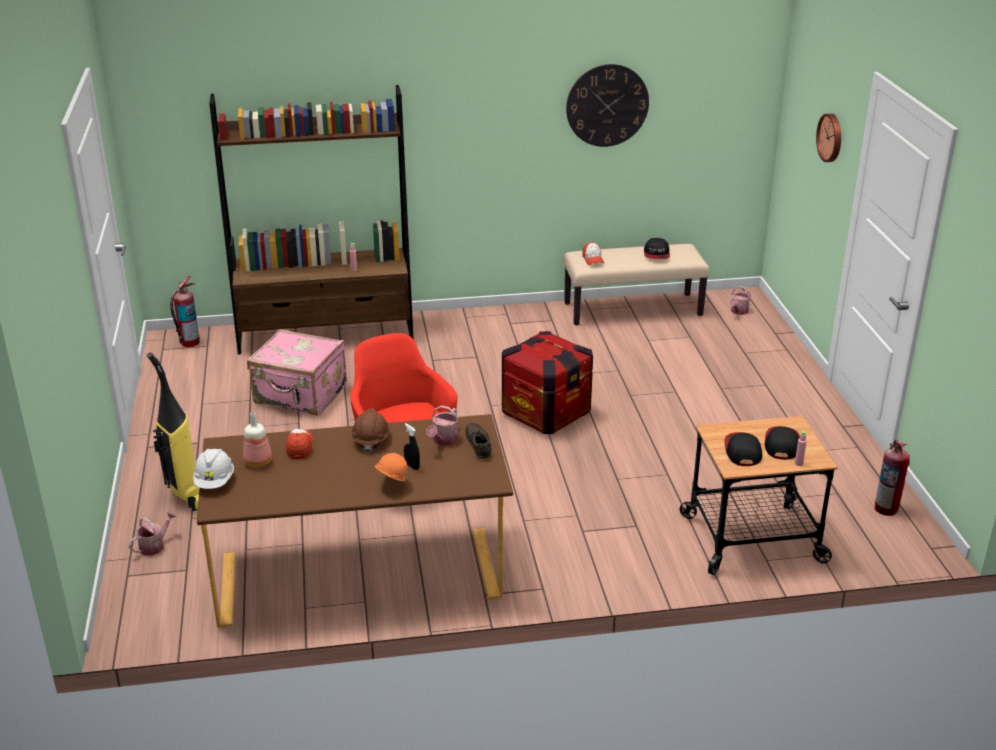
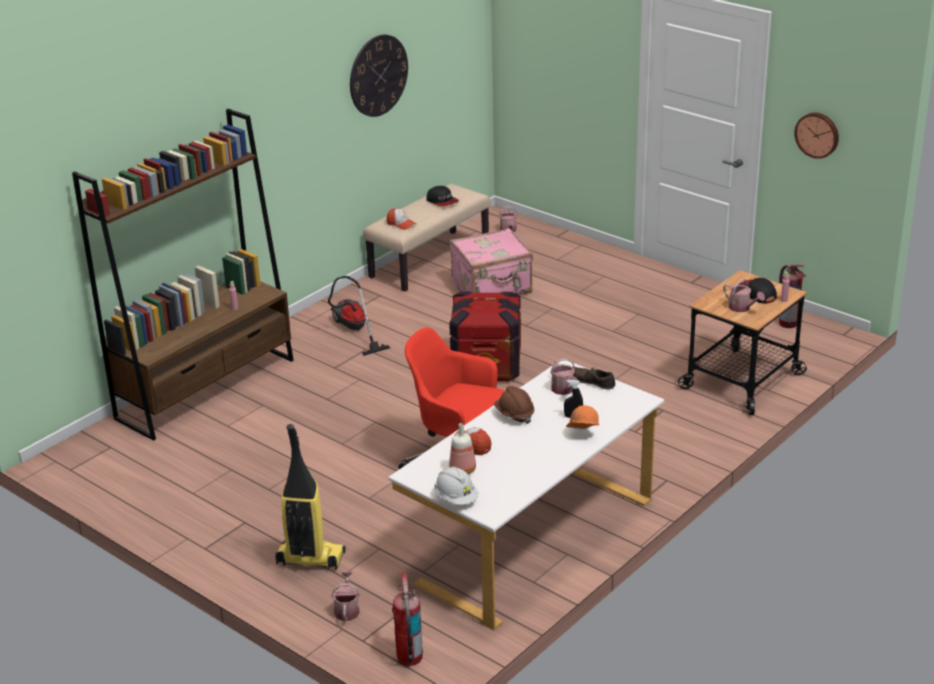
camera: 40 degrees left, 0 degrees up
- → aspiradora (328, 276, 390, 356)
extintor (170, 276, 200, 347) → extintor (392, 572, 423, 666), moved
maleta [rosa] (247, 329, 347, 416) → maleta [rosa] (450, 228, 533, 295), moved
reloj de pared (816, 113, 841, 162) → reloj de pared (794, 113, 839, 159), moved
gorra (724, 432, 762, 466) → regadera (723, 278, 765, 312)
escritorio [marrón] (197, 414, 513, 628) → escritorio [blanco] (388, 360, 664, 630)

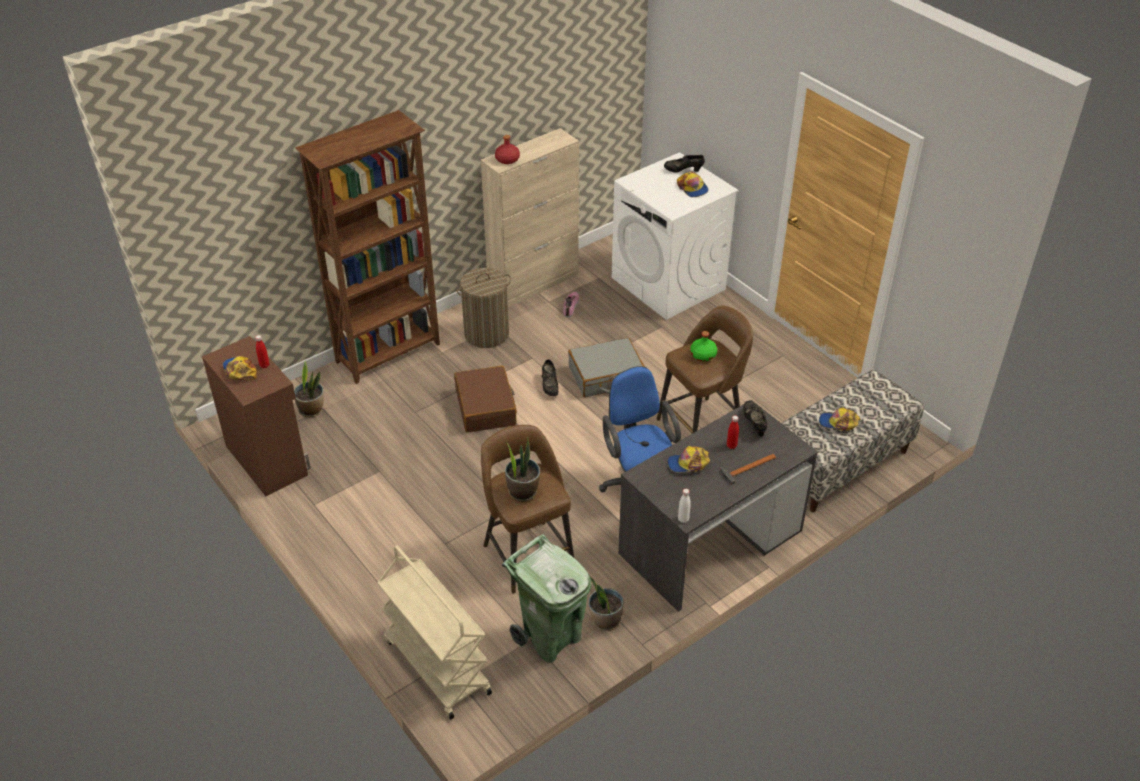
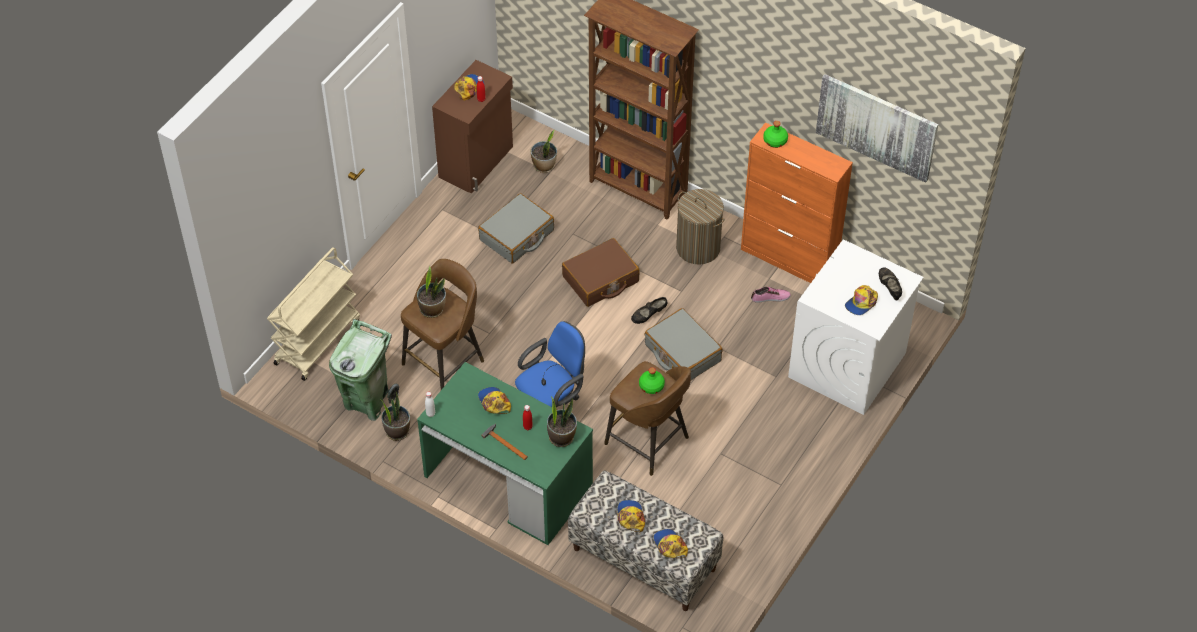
camera: 70 degrees right, 10 degrees up
- → maleta [gris] (478, 193, 554, 263)
- → gorra (653, 529, 688, 558)
- → cuadro (816, 74, 938, 183)
zapato [negro] (743, 401, 767, 437) → planta en maceta (547, 397, 577, 447)
armario [beis] (481, 128, 579, 308) → armario [naranja] (741, 122, 853, 283)
botella [rojo] (495, 135, 520, 164) → botella [verde] (763, 121, 788, 148)
escritorio [gris] (618, 400, 818, 612) → escritorio [verde] (417, 362, 593, 545)

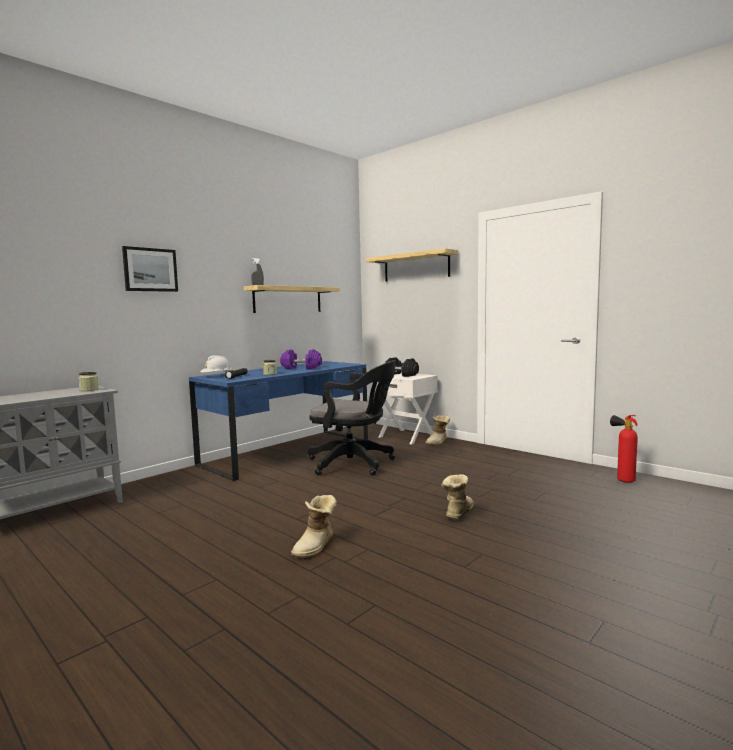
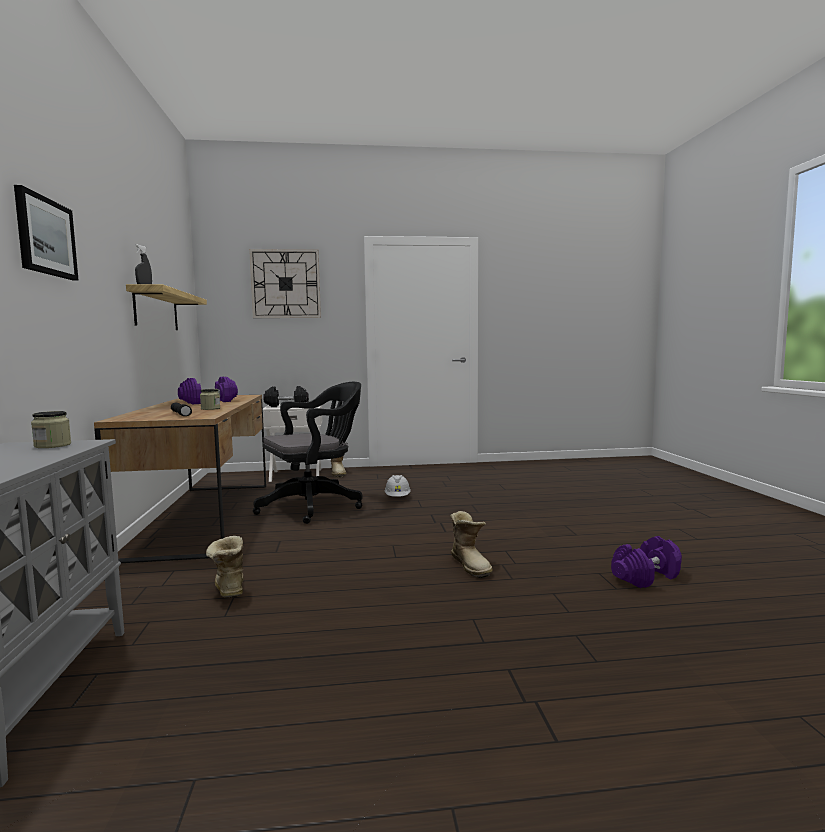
camera: 50 degrees left, 0 degrees up
extintor (610, 415, 638, 483) → -
- → mancuerna [morado] (611, 536, 682, 588)
casco [blanco] (200, 355, 232, 373) → casco [blanco] (384, 475, 411, 497), moved
bota (441, 474, 474, 519) → bota (206, 536, 244, 598), moved
estante (366, 248, 458, 282) → reloj de pared (249, 249, 321, 318)
escritorio [azul] (189, 361, 368, 481) → escritorio [marrón] (94, 395, 267, 563)

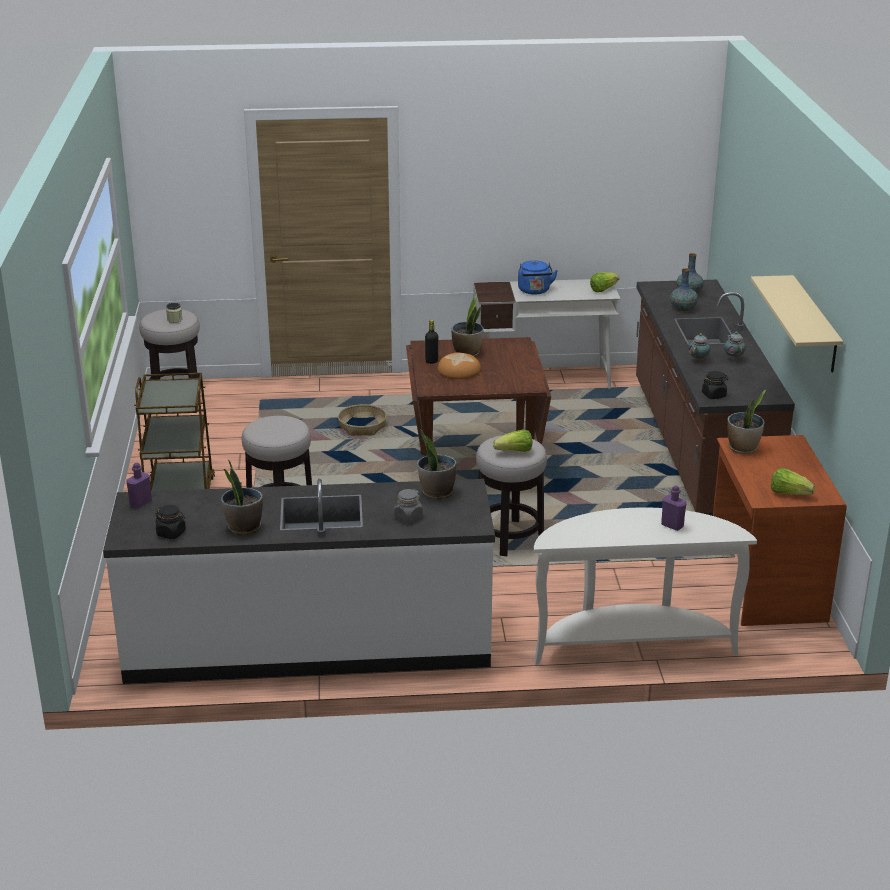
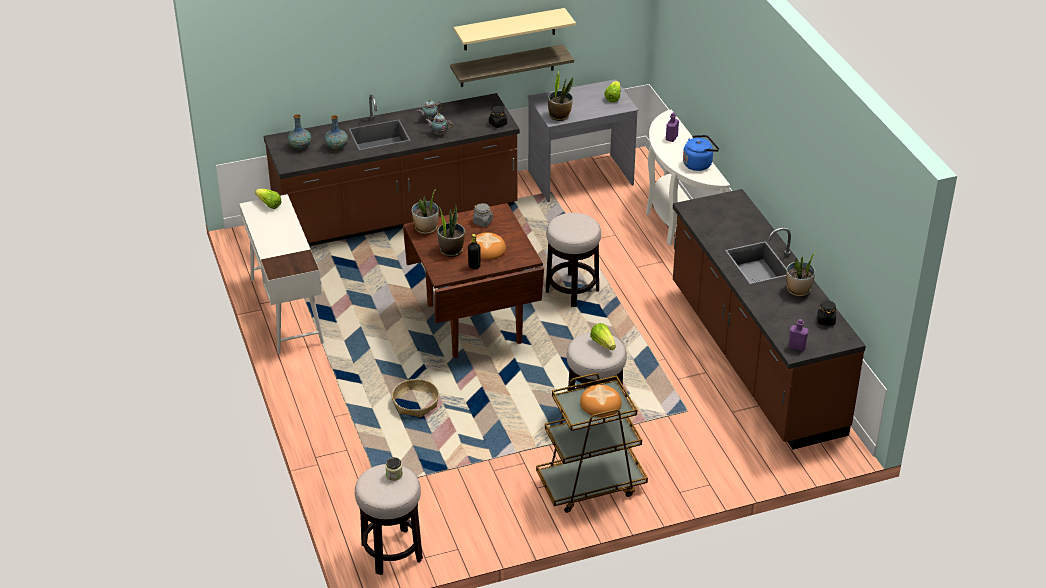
camera: 105 degrees left, 10 degrees up
- → estante (450, 44, 574, 87)
- → pan (580, 385, 622, 417)
tarro [gris] (394, 489, 423, 523) → tarro [gris] (473, 203, 493, 227), moved
planta en maceta (417, 429, 456, 500) → planta en maceta (411, 189, 439, 234), moved
lechuga (493, 430, 532, 452) → lechuga (590, 323, 616, 350), moved
hervidor [azul] (518, 260, 558, 295) → hervidor [azul] (683, 135, 719, 171), moved
mueble bajo de cocina [blanco] (103, 479, 495, 684) → mueble bajo de cocina [marrón] (673, 189, 866, 450)
escritorio [marrón] (713, 435, 847, 626) → escritorio [gris] (527, 79, 639, 202)

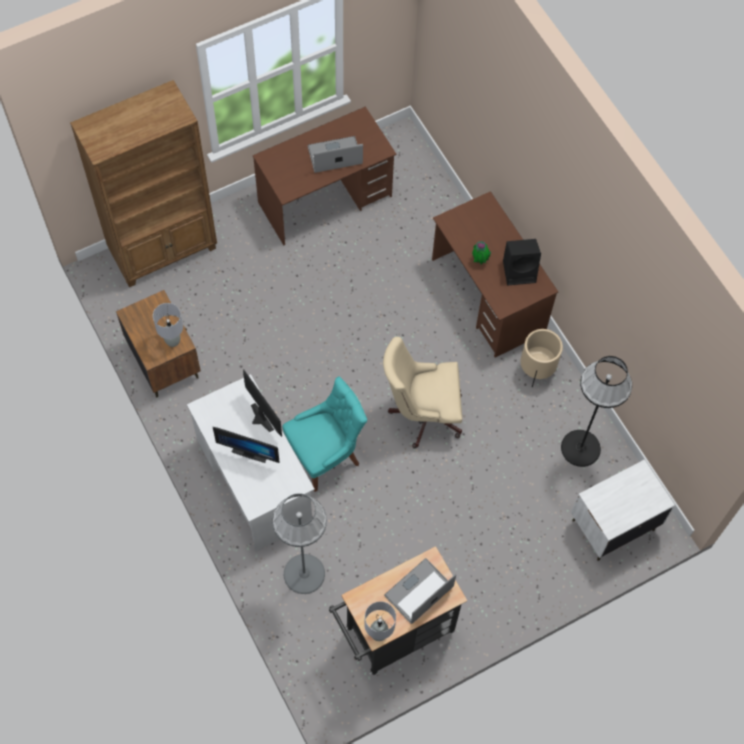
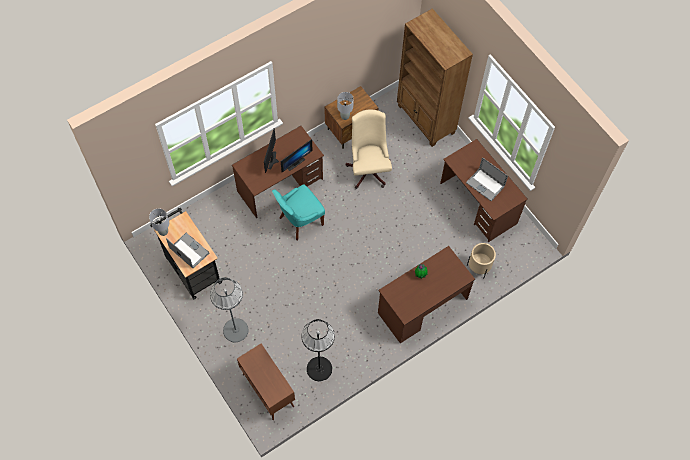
camera: 85 degrees right, 0 degrees up
altavoz [negro] (503, 239, 541, 285) → -
lámpara de pie [gris] (272, 493, 327, 594) → lámpara de pie [gris] (210, 277, 249, 342), moved
silla de oficina [beis] (383, 337, 462, 448) → silla de oficina [beis] (346, 109, 392, 189), moved
maceta [beis] (520, 329, 563, 387) → maceta [beis] (467, 243, 496, 279), moved
mesita de noche [blanco] (571, 459, 675, 561) → armario [marrón] (237, 344, 295, 420)
escritorio [blanco] (187, 374, 315, 551) → escritorio [marrón] (232, 126, 324, 218)
silla [turquesa] (282, 377, 367, 492) → silla [turquesa] (272, 184, 325, 240), 90 degrees clockwise
portátil (308, 136, 363, 173) → portátil (466, 157, 508, 201), 150 degrees clockwise

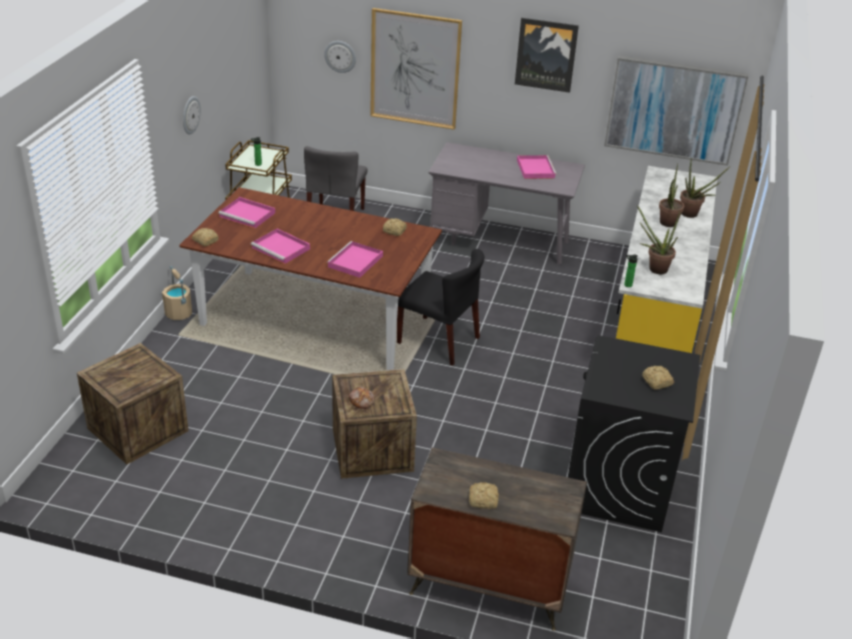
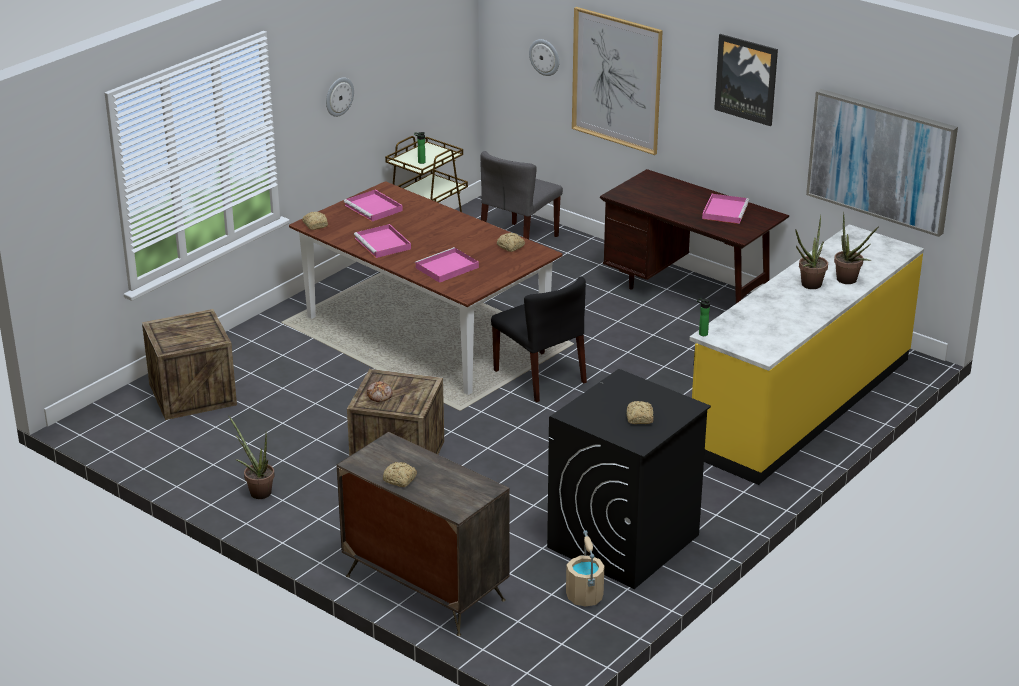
camera: 25 degrees right, 5 degrees down
cubo [beis] (162, 266, 192, 320) → cubo [beis] (566, 530, 604, 607), moved
planta en maceta (637, 205, 680, 274) → planta en maceta (228, 415, 275, 499), moved
escritorio [gris] (428, 142, 585, 265) → escritorio [marrón] (600, 169, 789, 303)

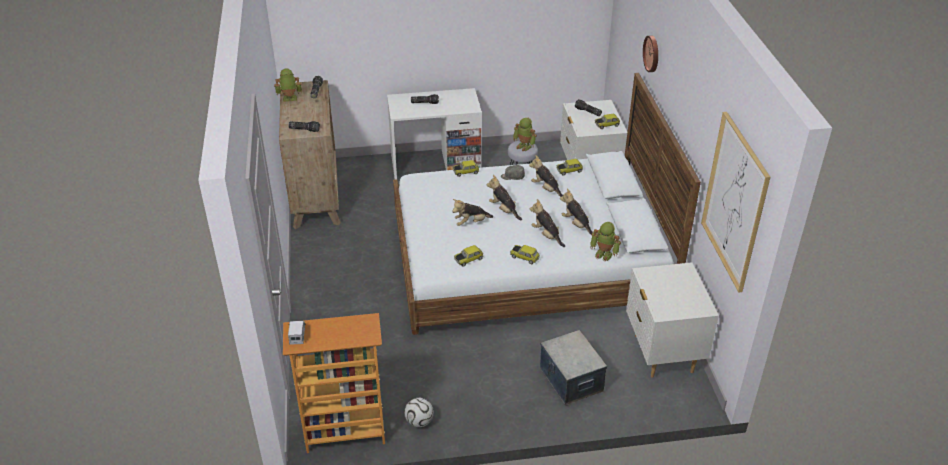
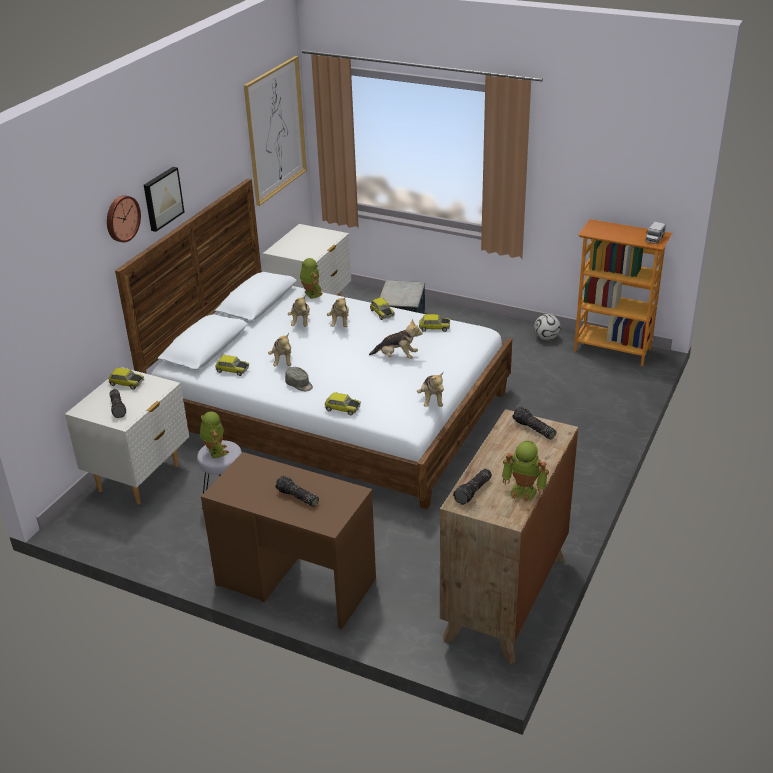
camera: 145 degrees left, 5 degrees down
- → cuadro (144, 167, 184, 232)
peluche (487, 175, 522, 221) → peluche (417, 372, 444, 407), moved
escritorio [blanco] (387, 88, 482, 180) → escritorio [marrón] (201, 452, 376, 629)

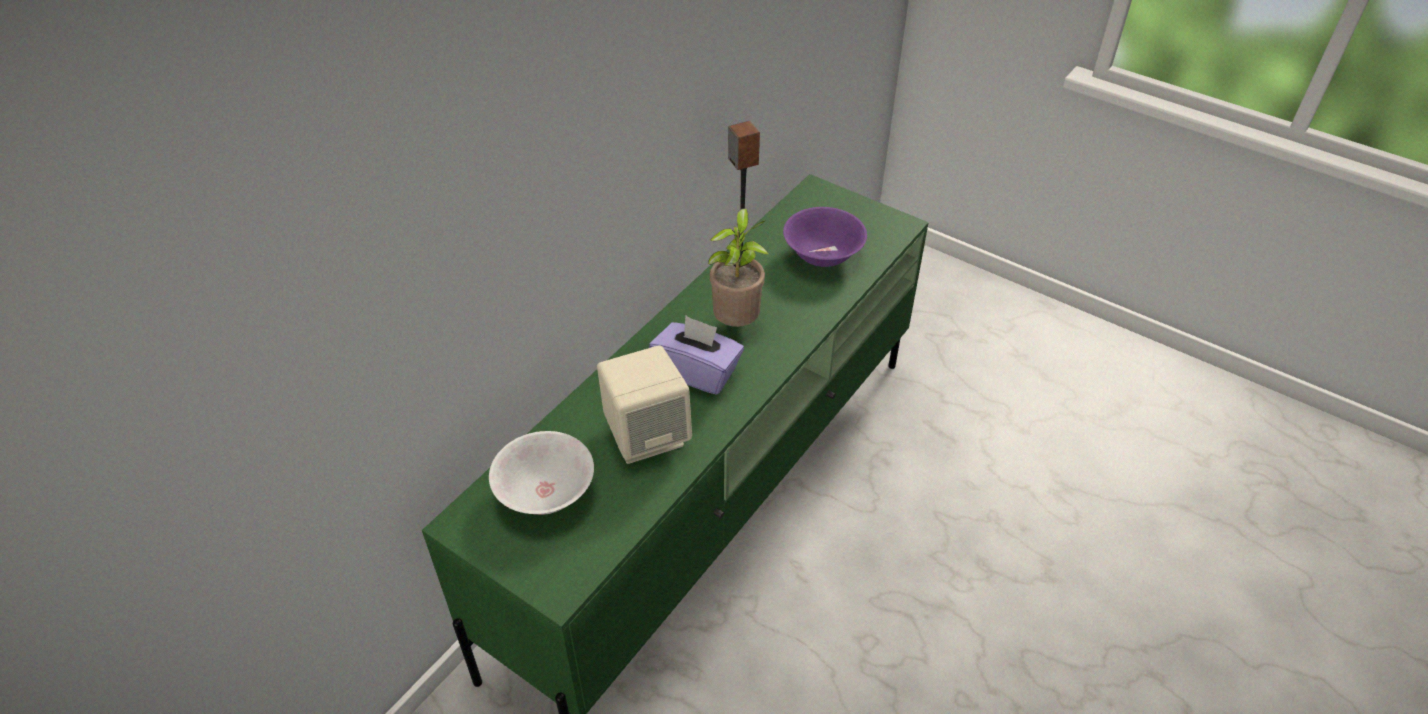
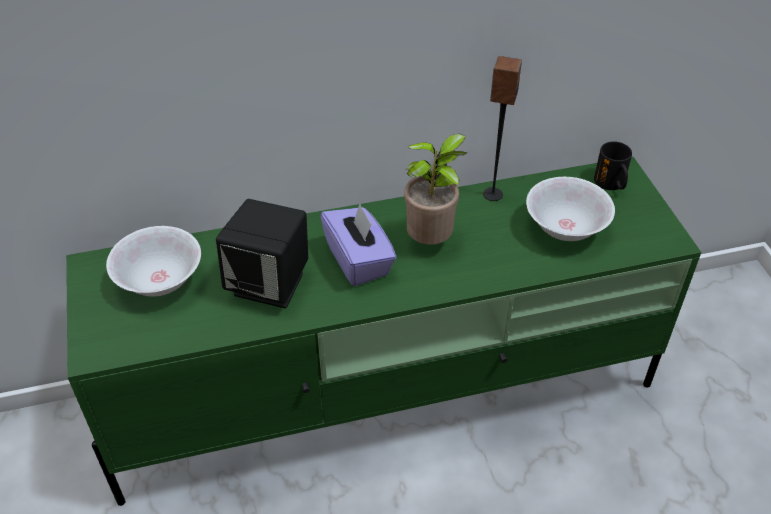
camera: 40 degrees right, 0 degrees up
- → taza grande [negro] (594, 141, 632, 190)
altavoz [beis] (597, 345, 692, 464) → altavoz [negro] (216, 199, 308, 308)
cuenco [morado] (783, 207, 867, 267) → cuenco [blanco] (526, 177, 615, 241)

